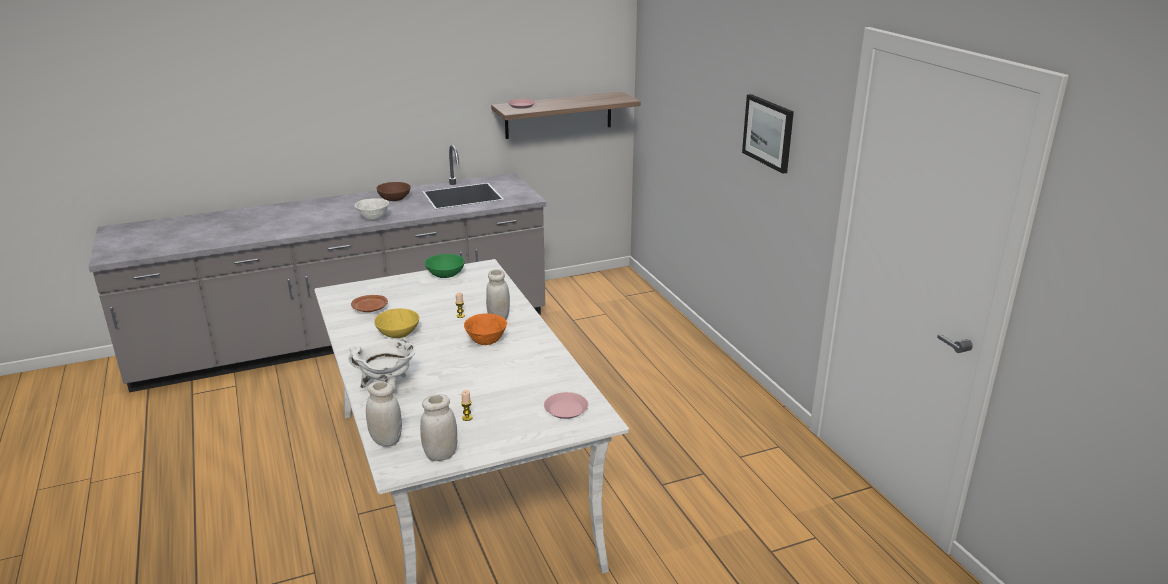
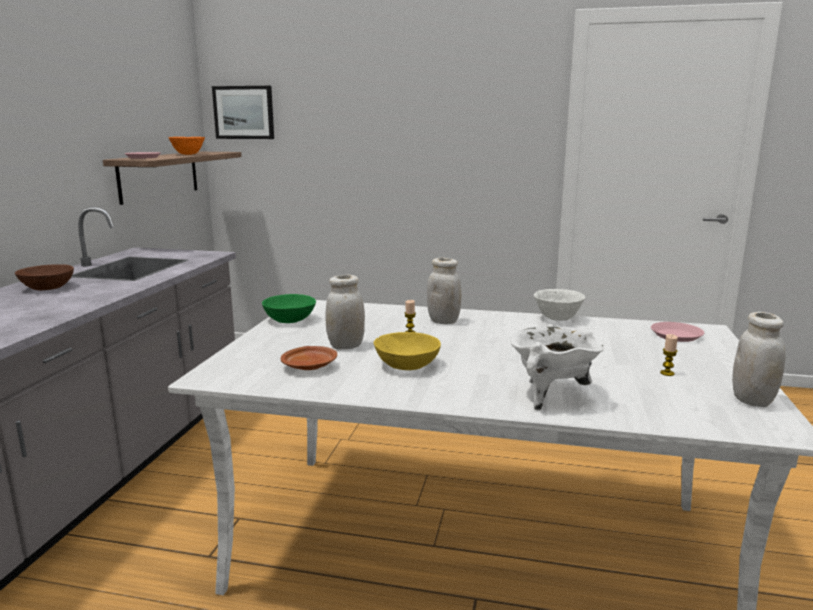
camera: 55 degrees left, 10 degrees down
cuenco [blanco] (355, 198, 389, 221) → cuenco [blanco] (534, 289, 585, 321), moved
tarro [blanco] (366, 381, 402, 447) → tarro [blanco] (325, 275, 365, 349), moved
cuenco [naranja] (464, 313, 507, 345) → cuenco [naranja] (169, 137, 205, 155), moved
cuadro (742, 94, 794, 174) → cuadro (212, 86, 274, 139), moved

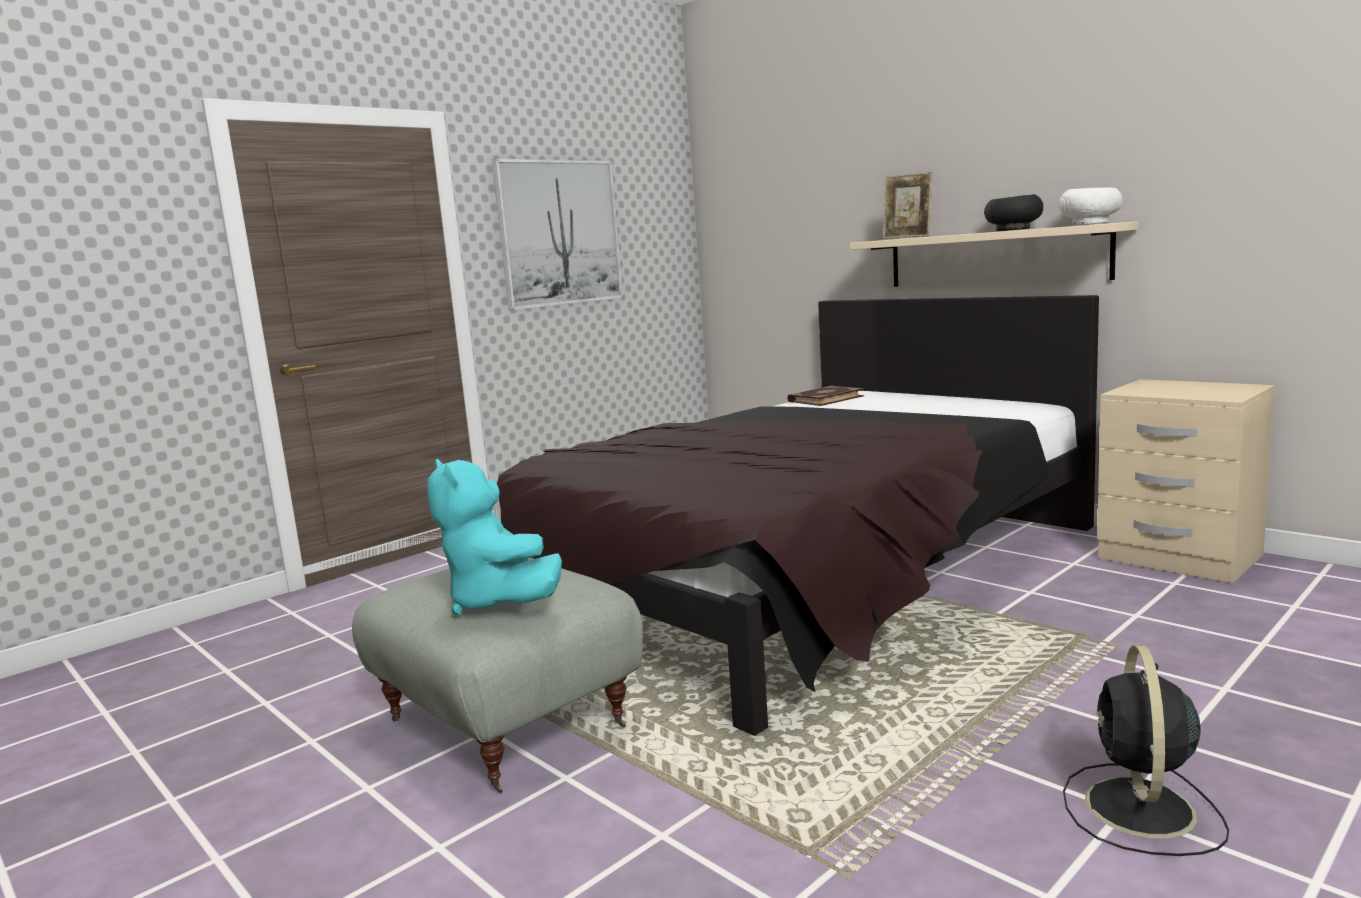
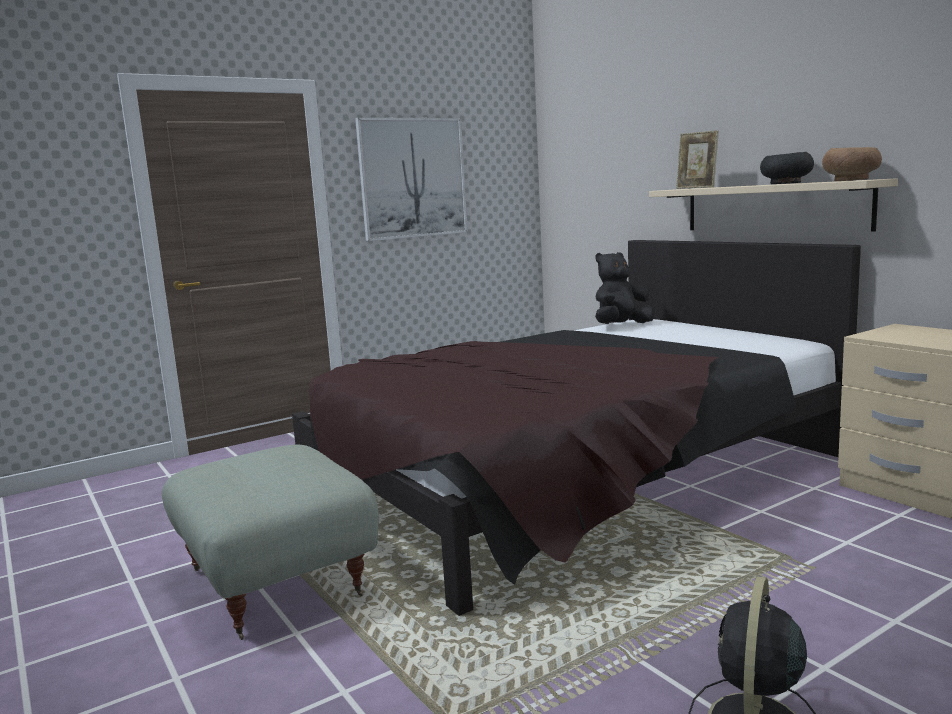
camera: 10 degrees right, 0 degrees up
peluche [turquesa] (427, 459, 562, 616) → -
libro (787, 385, 864, 406) → peluche [negro] (595, 252, 654, 324)
cuenco [blanco] (1059, 187, 1123, 226) → cuenco [marrón] (822, 147, 882, 181)

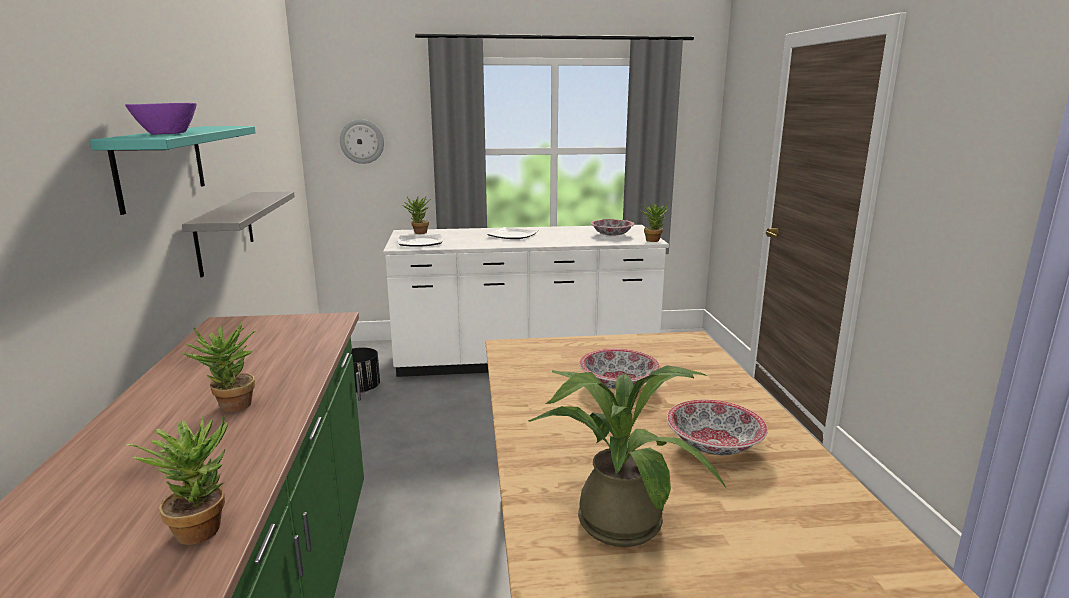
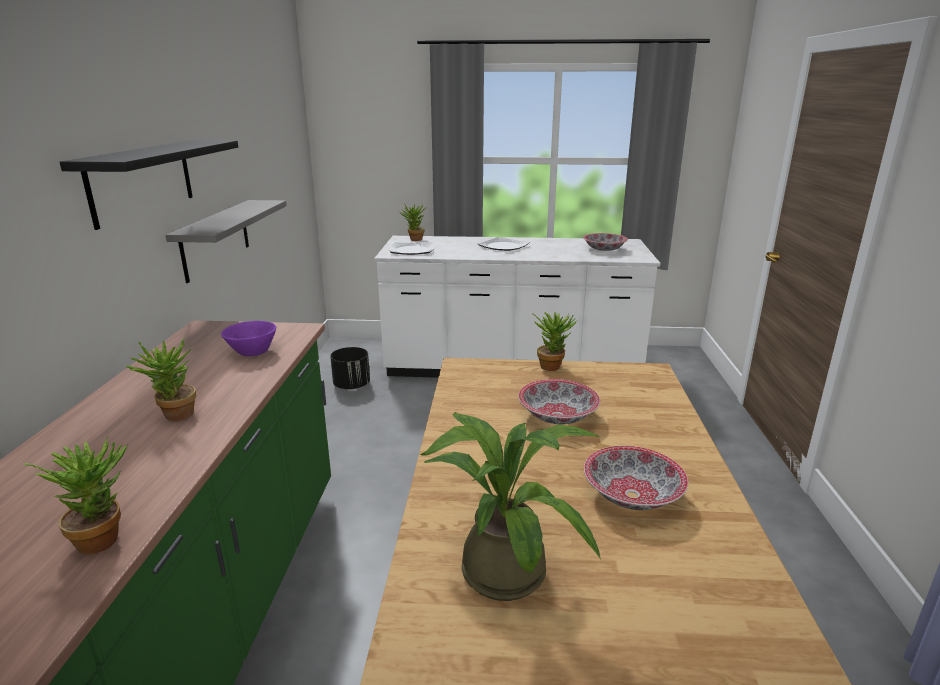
camera: 10 degrees right, 5 degrees up
reloj de pared (340, 119, 384, 164) → -
cuenco [morado] (125, 103, 197, 134) → cuenco [morado] (221, 321, 276, 356), moved
planta en maceta (641, 203, 668, 242) → planta en maceta (532, 312, 577, 371), moved
estante [turquesa] (89, 126, 256, 215) → estante [negro] (60, 140, 238, 230)

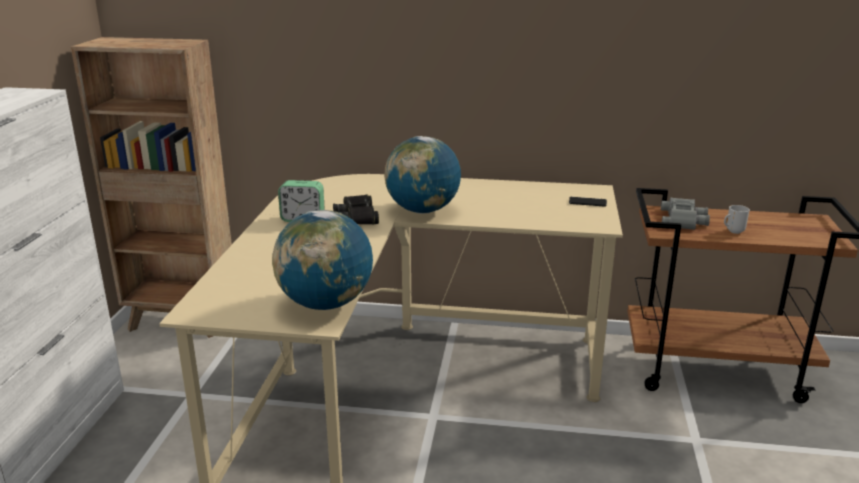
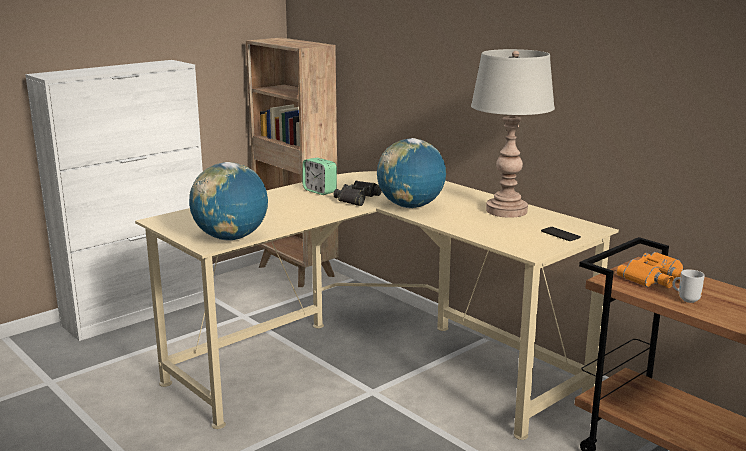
camera: 40 degrees right, 5 degrees down
- → lámpara de mesa [gris] (471, 49, 555, 218)
prismáticos [gris] (661, 198, 710, 230) → prismáticos [naranja] (617, 252, 683, 288)

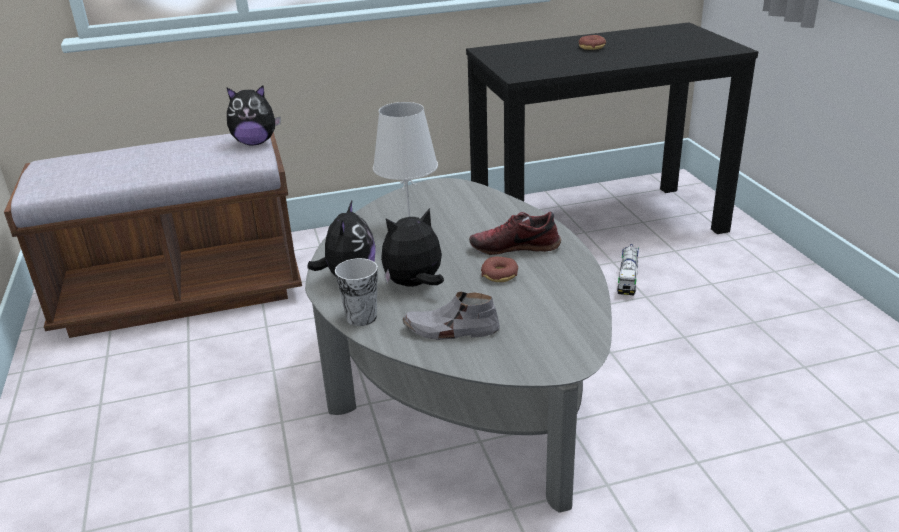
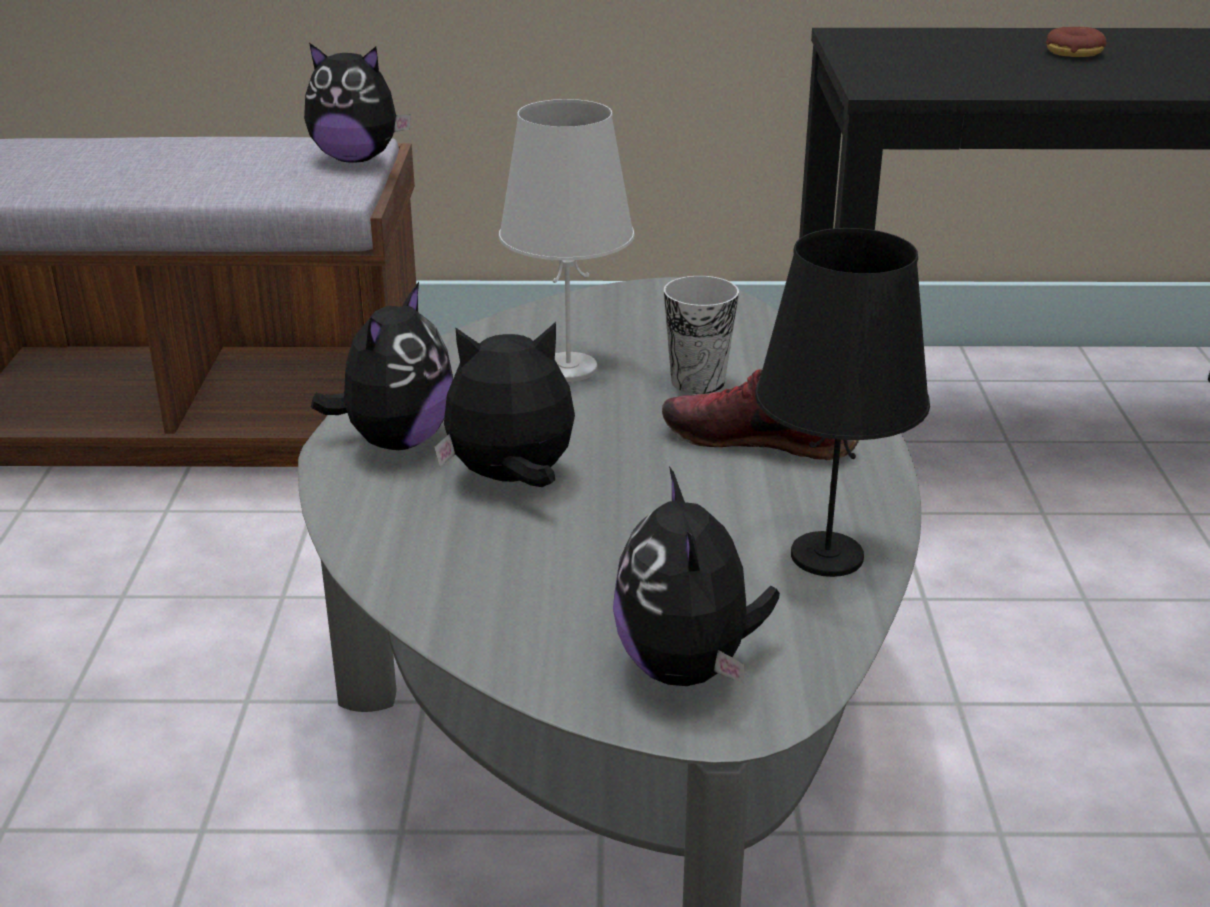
camera: 15 degrees right, 0 degrees up
zapato [gris] (402, 292, 500, 340) → -
rosquilla (481, 257, 518, 282) → -
camión de juguete (617, 244, 639, 296) → -
- → peluche (613, 466, 780, 686)
- → lámpara de mesa [negro] (755, 228, 930, 577)
taza (335, 258, 378, 326) → taza (664, 276, 739, 394), moved

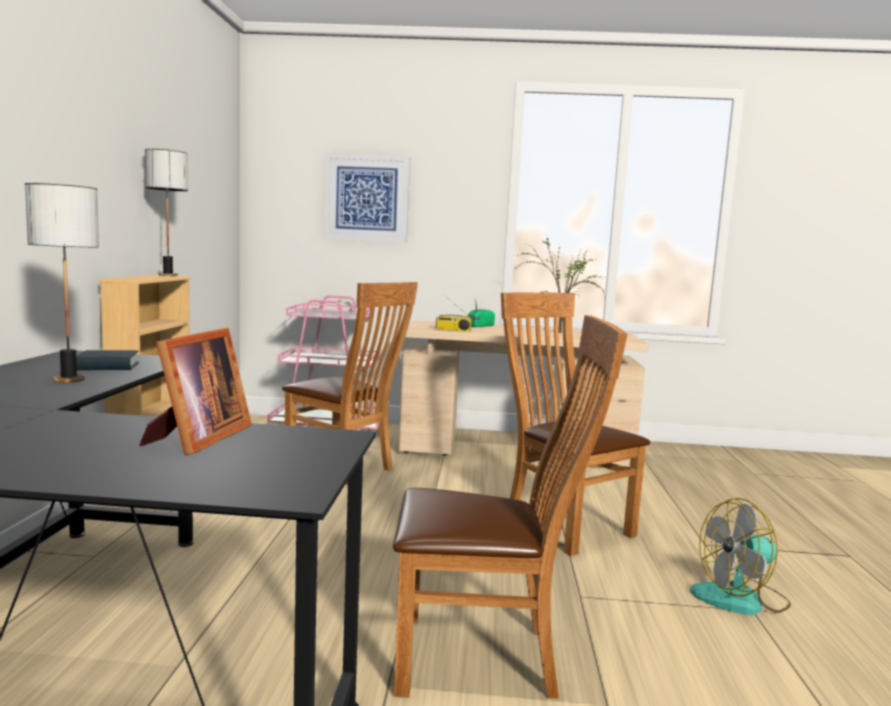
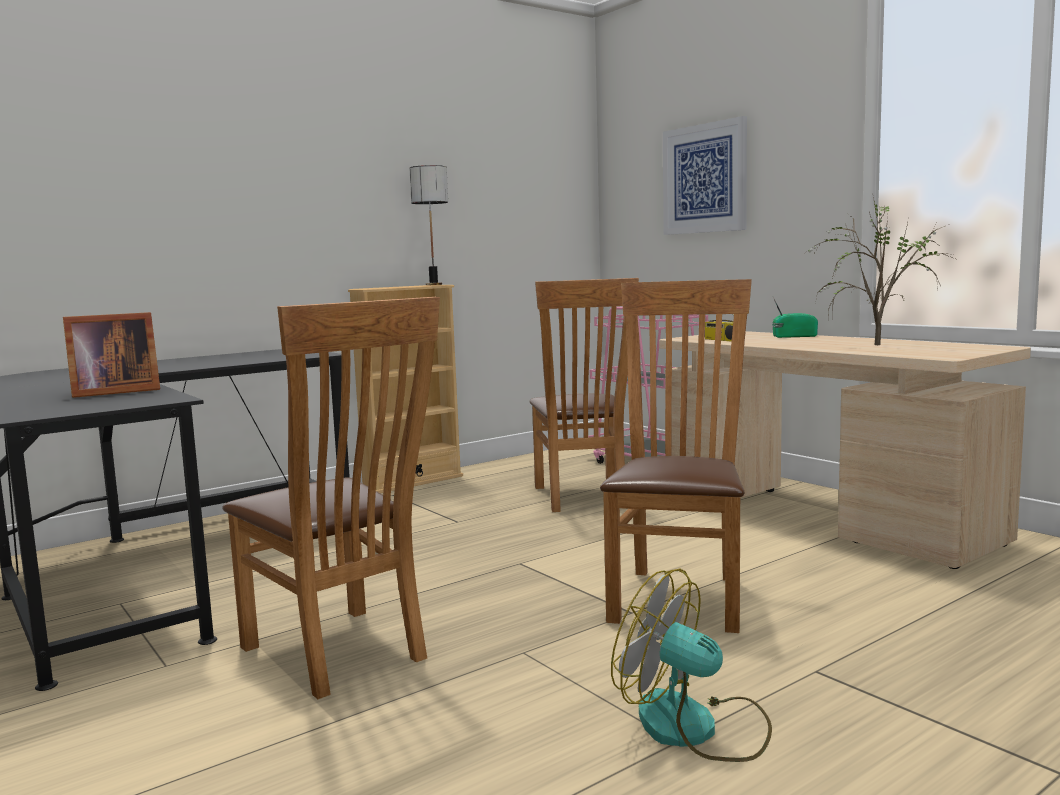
camera: 50 degrees right, 0 degrees up
lámpara de mesa (25, 183, 99, 383) → -
libro (76, 350, 139, 370) → -

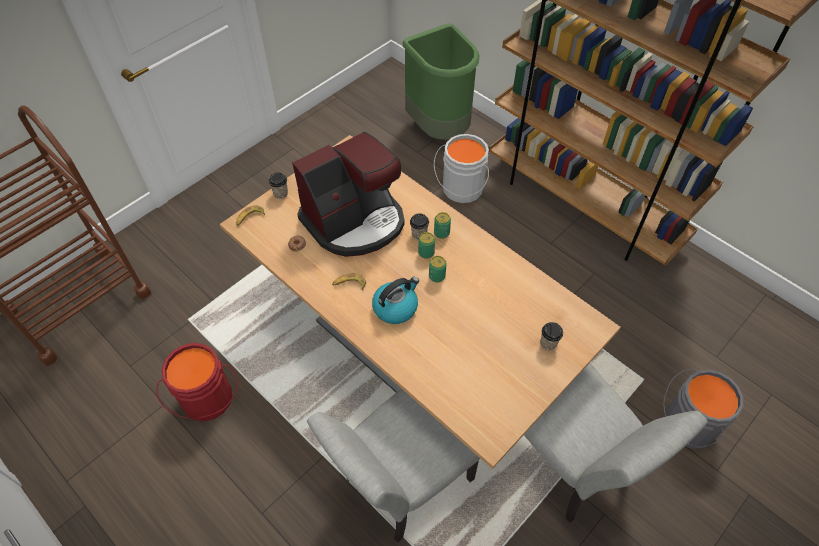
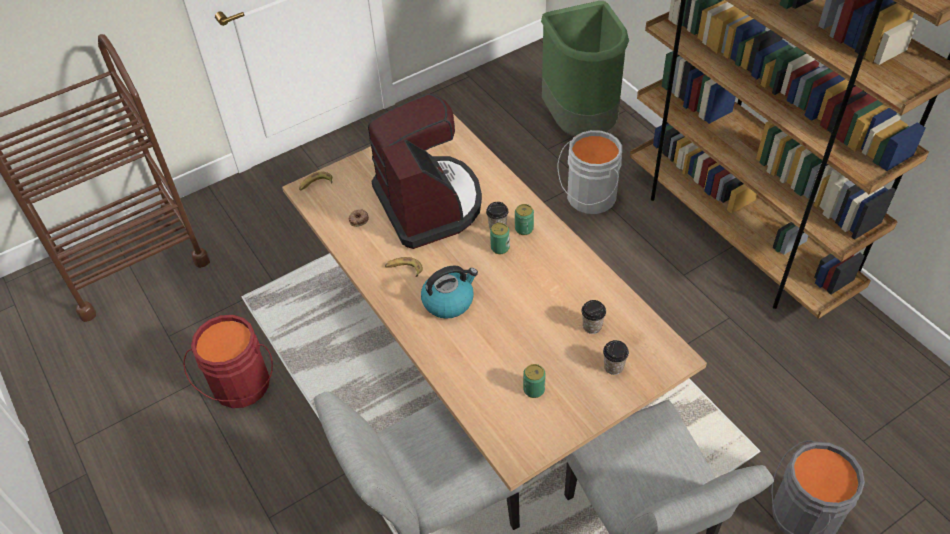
camera: 15 degrees right, 5 degrees down
taza (269, 172, 288, 199) → taza (581, 300, 606, 334), moved
lata (429, 256, 447, 283) → lata (523, 364, 546, 398), moved
cafetera (292, 132, 404, 257) → cafetera (368, 94, 482, 249), 90 degrees counterclockwise

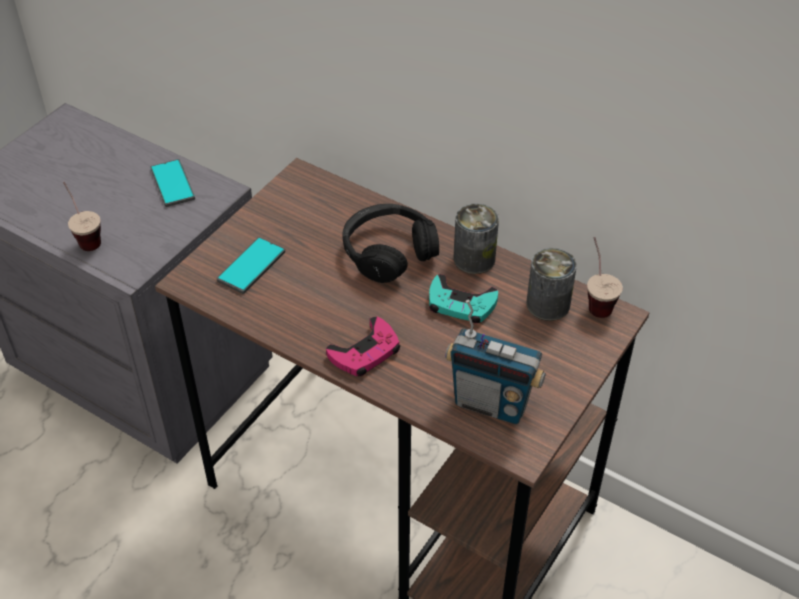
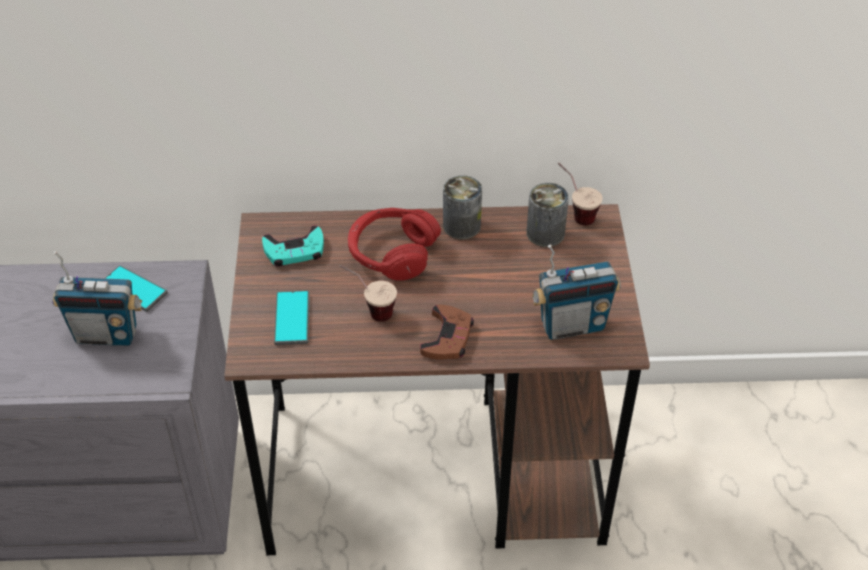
camera: 35 degrees left, 0 degrees up
- → radio (52, 251, 142, 346)
taza (63, 182, 101, 251) → taza (340, 265, 397, 322), moved
mando de consola [turquesa] (429, 274, 498, 323) → mando de consola [turquesa] (262, 225, 324, 267), moved
mando de consola [rosa] (326, 317, 400, 376) → mando de consola [marrón] (420, 305, 474, 359)
auriculares [negro] (342, 204, 439, 283) → auriculares [rojo] (348, 208, 441, 281)

